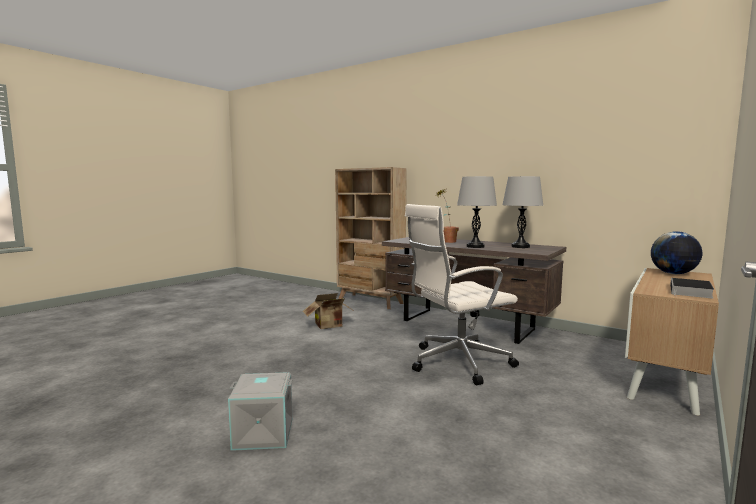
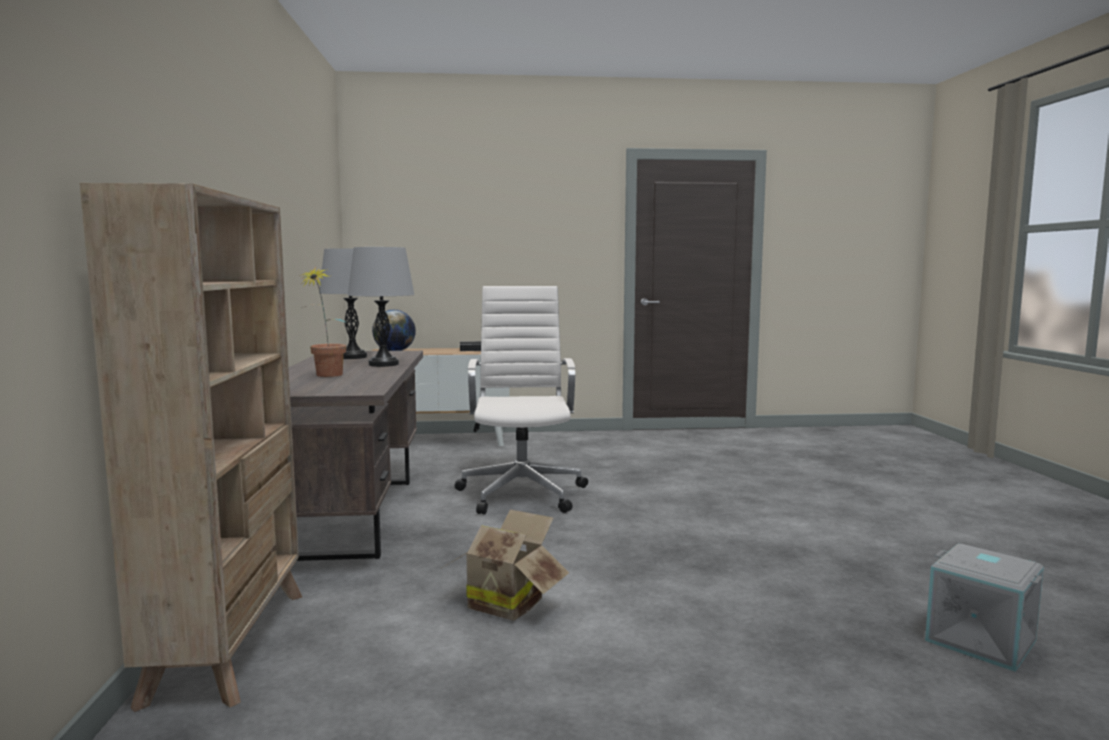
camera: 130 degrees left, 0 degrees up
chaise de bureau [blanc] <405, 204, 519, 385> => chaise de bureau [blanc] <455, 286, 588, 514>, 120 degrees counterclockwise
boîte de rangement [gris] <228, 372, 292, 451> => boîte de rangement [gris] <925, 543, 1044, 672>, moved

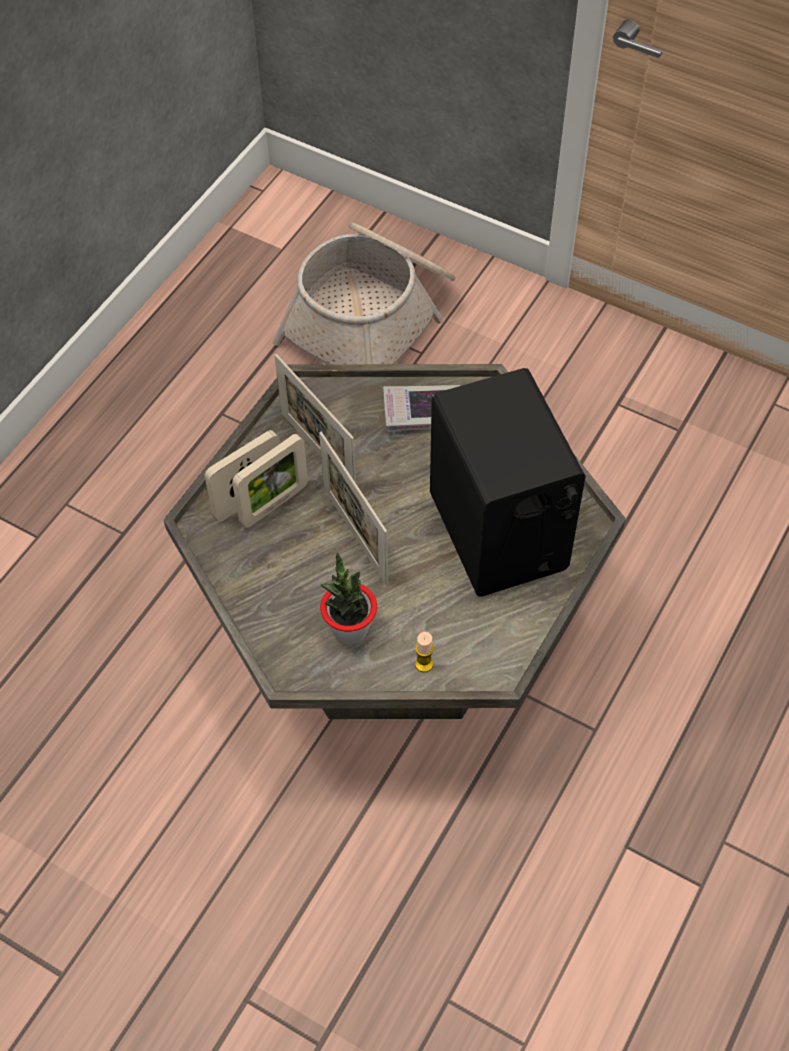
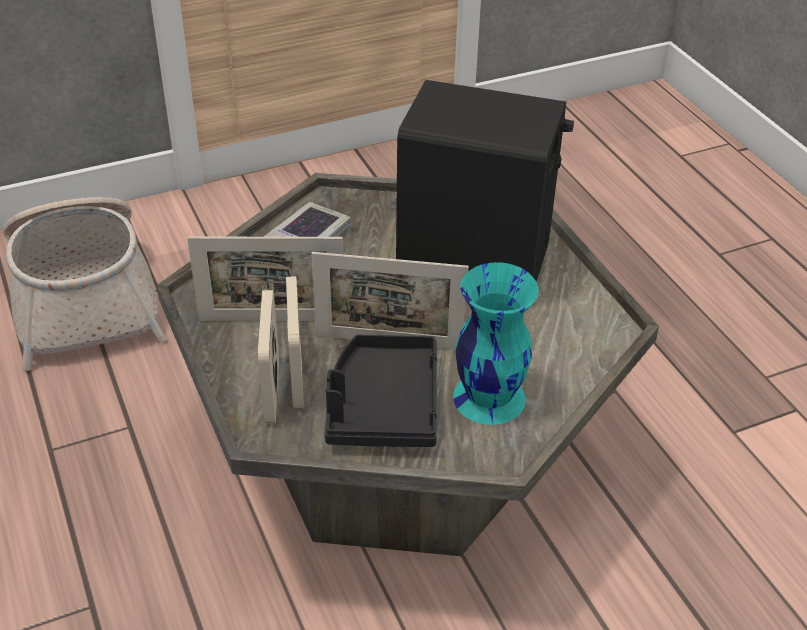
camera: 55 degrees left, 15 degrees down
nothing => plateau [noir] <325, 335, 437, 447>
plante en pot <320, 552, 377, 645> => vase [turquoise] <453, 262, 539, 425>
bougie <415, 632, 434, 672> => nothing

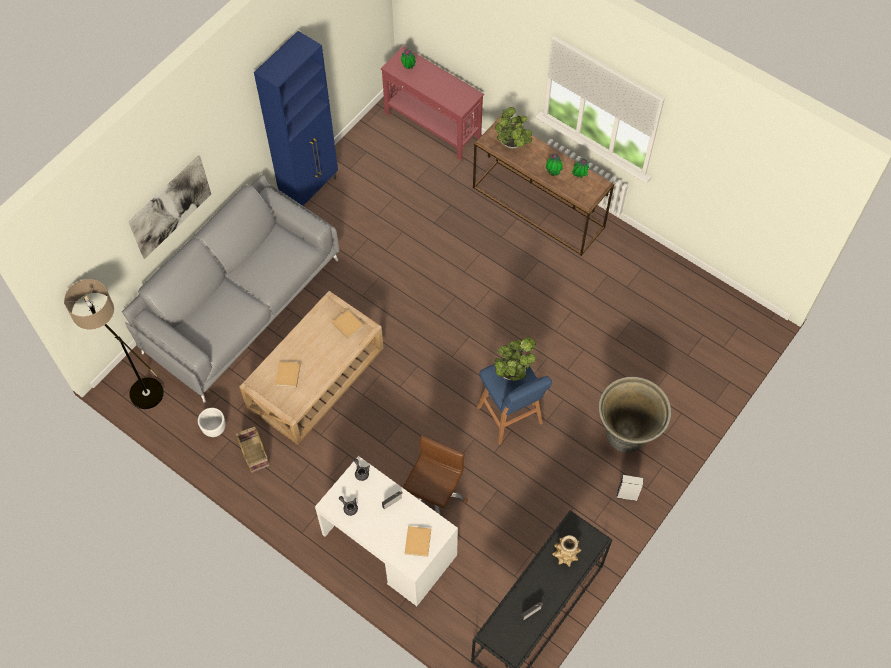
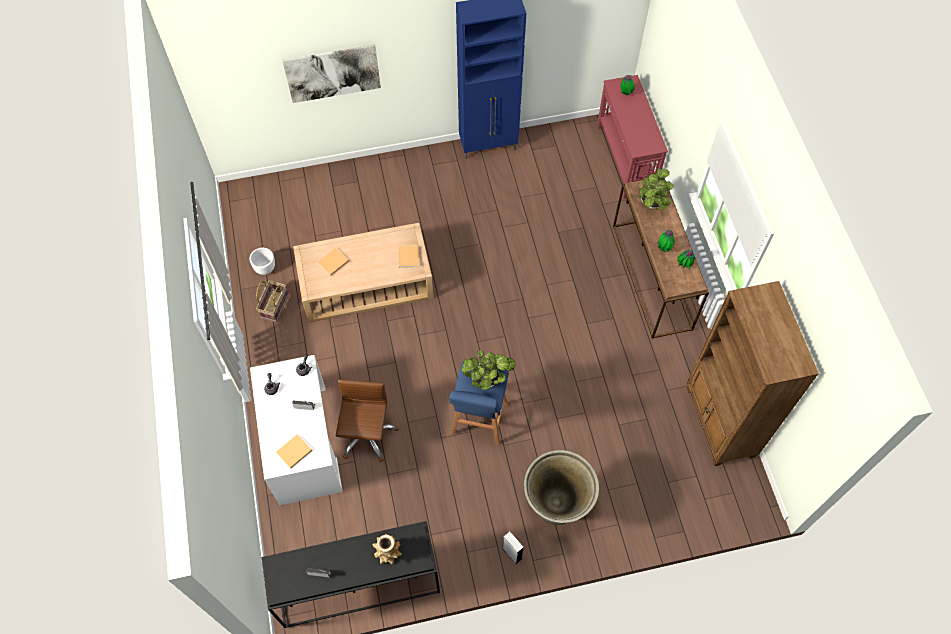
camera: 40 degrees right, 0 degrees up
chaise de bureau [marron] <402, 435, 467, 515> => chaise de bureau [marron] <336, 379, 399, 462>, 60 degrees counterclockwise
nothing => bibliothèque [marron] <687, 281, 819, 466>
lampadaire <64, 279, 164, 409> => nothing
canapé [gris] <122, 175, 339, 402> => nothing

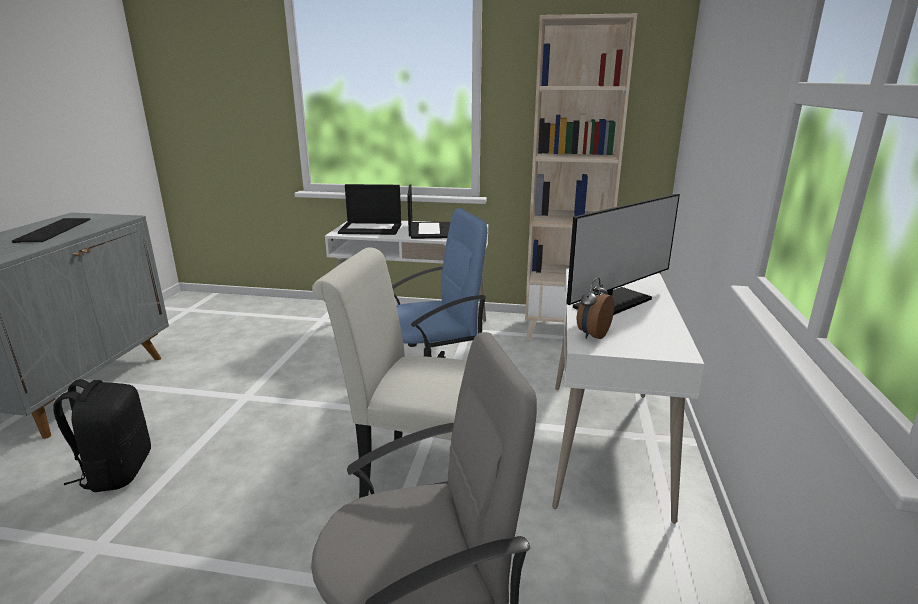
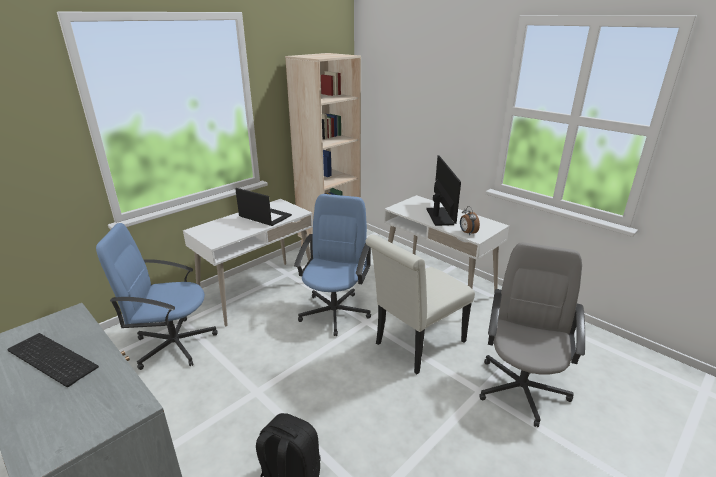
camera: 55 degrees left, 5 degrees up
nothing => chaise de bureau [bleu] <96, 223, 218, 370>
ordinateur portable <338, 184, 402, 235> => nothing

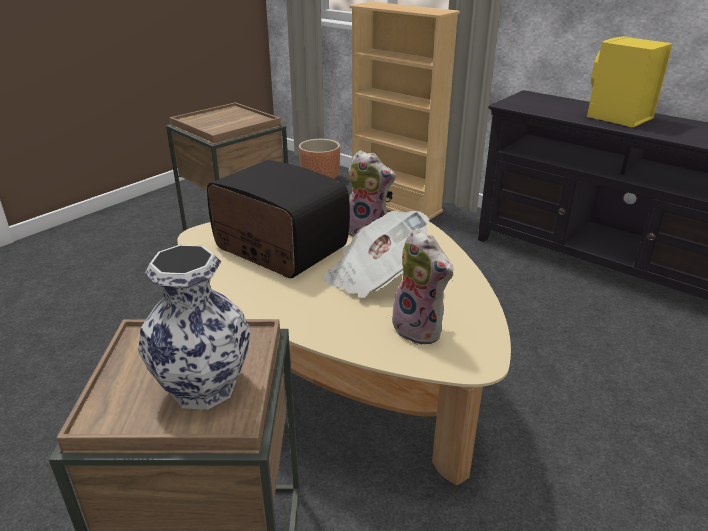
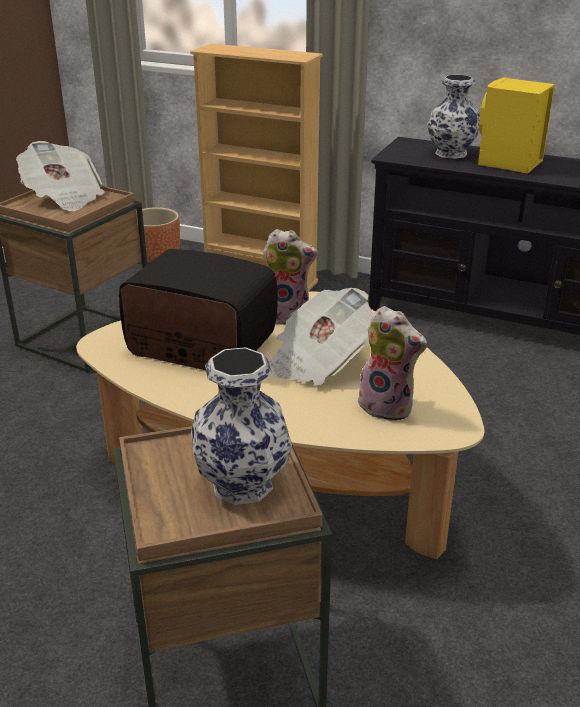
camera: 15 degrees left, 0 degrees up
nothing => journal <16, 141, 105, 211>
nothing => vase <428, 74, 480, 159>

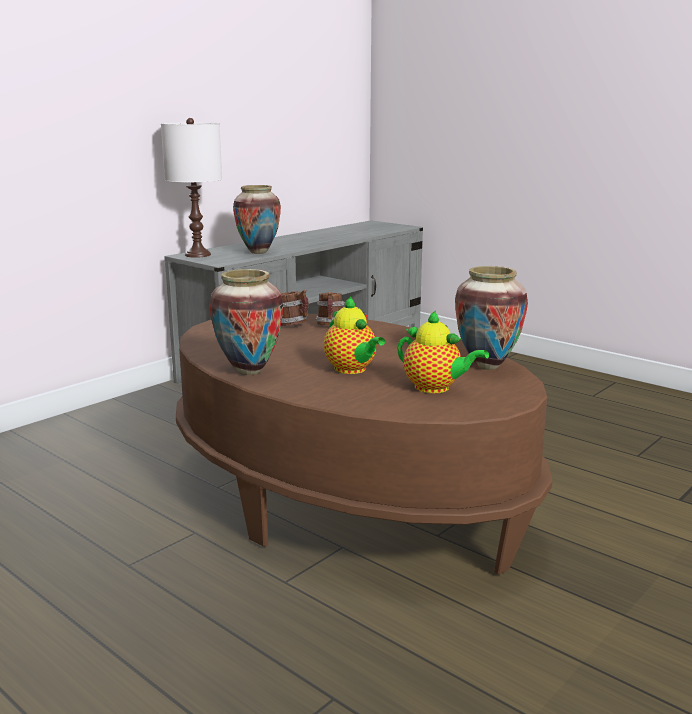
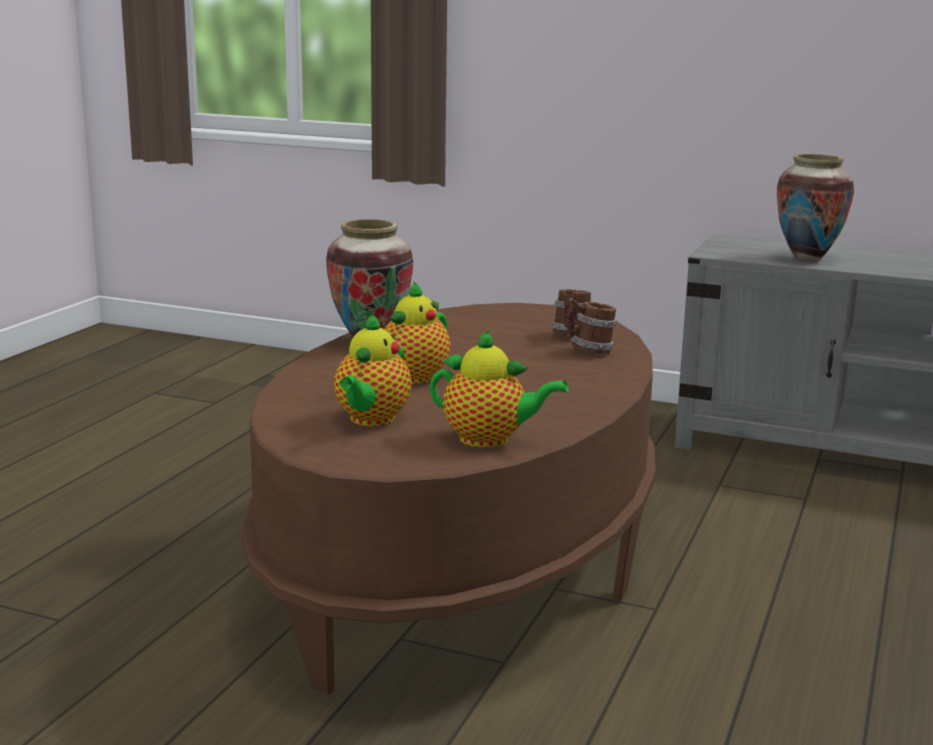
camera: 70 degrees right, 0 degrees up
vase <455, 266, 528, 370> => théière <430, 330, 569, 448>
lampe de table [blanc] <161, 118, 222, 258> => nothing

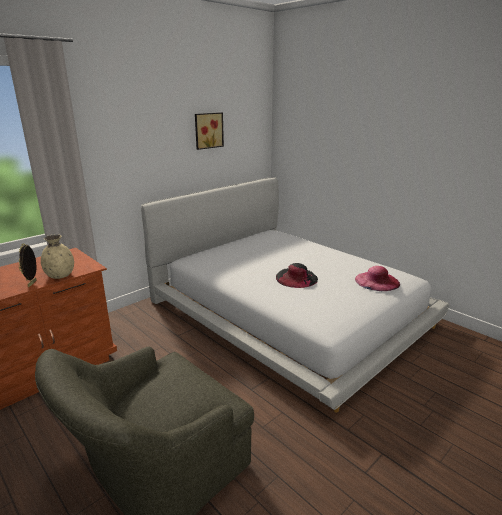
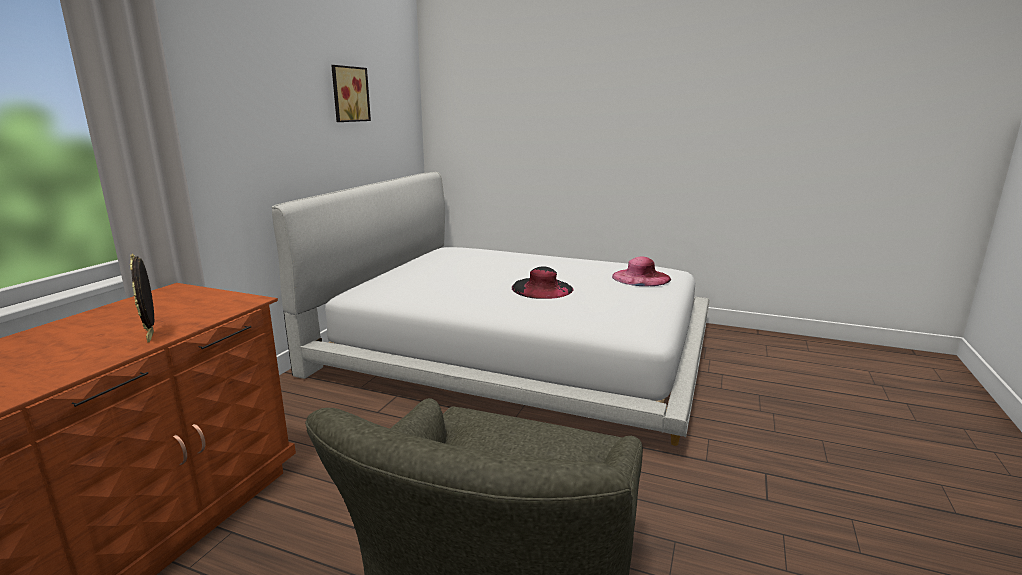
camera: 25 degrees left, 5 degrees down
vase [beige] <41, 234, 74, 279> => nothing

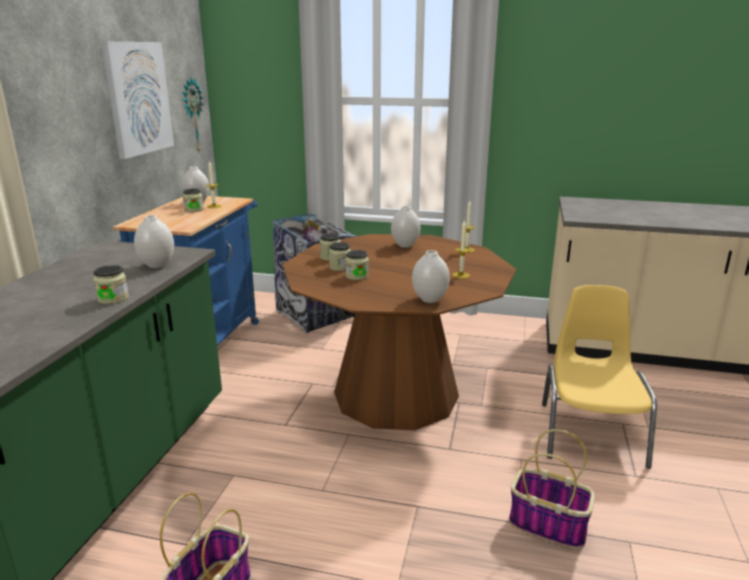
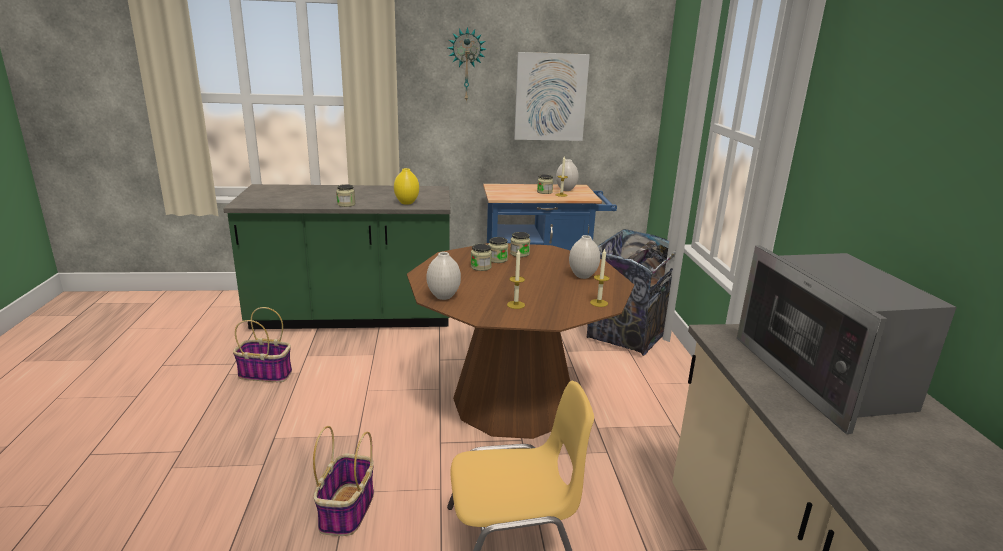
camera: 70 degrees right, 0 degrees up
vase [blanc] <134, 215, 174, 268> => vase [jaune] <394, 168, 419, 205>
horloge murale <182, 77, 204, 152> => horloge murale <448, 27, 487, 102>, moved
nothing => micro-ondes <737, 245, 957, 434>

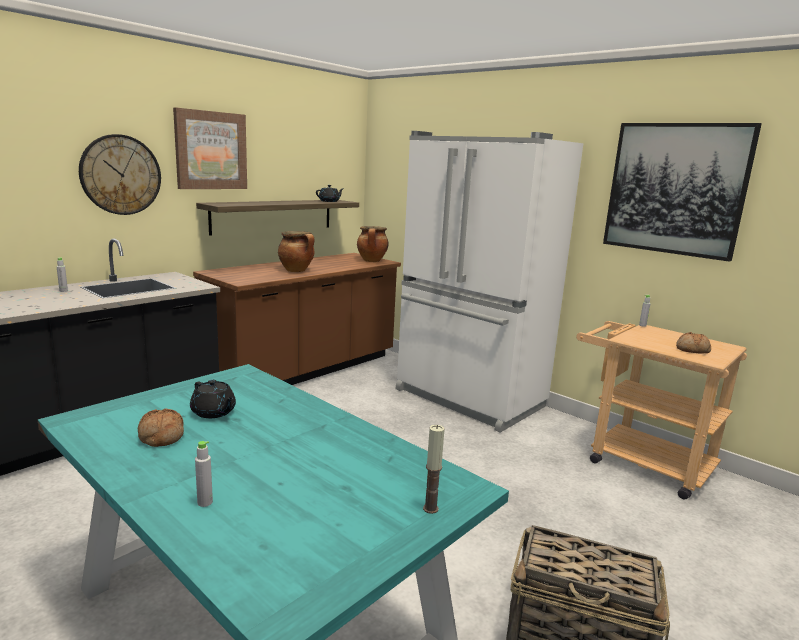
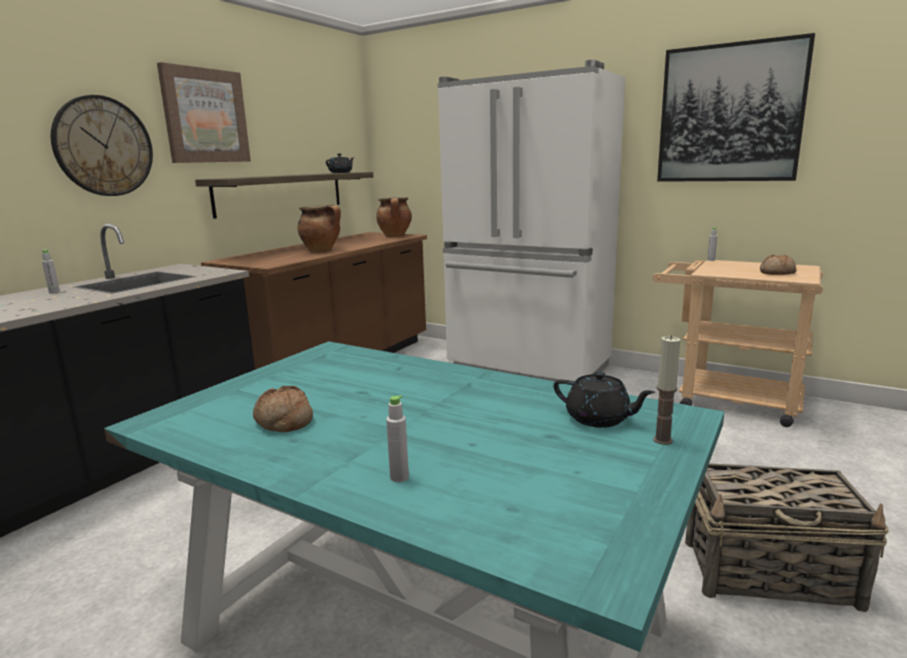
camera: 10 degrees left, 0 degrees up
théière [noir] <190, 380, 236, 418> => théière [noir] <554, 371, 655, 428>, moved

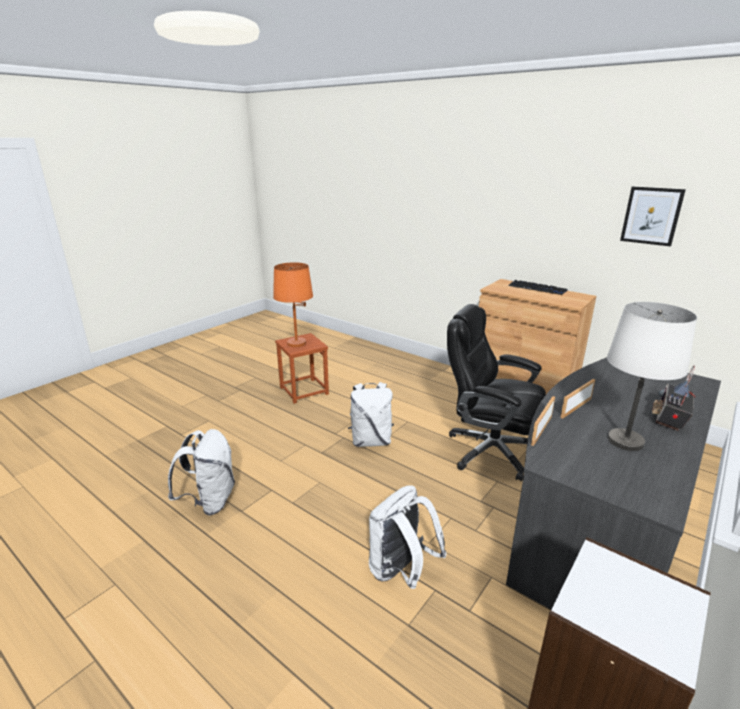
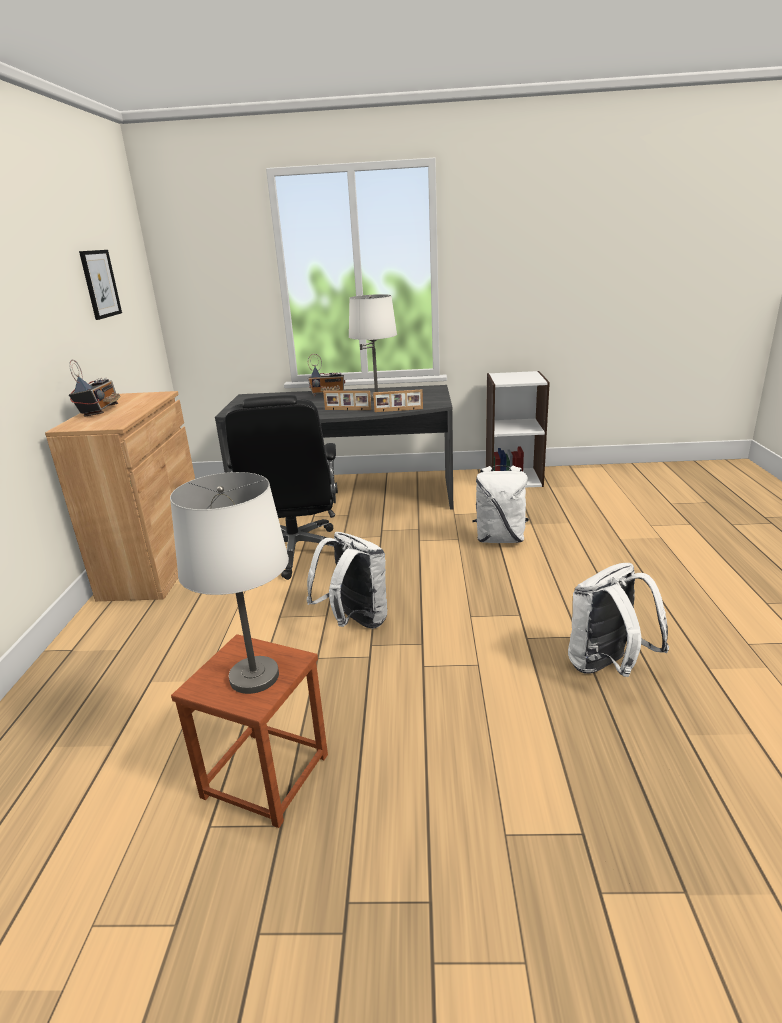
camera: 125 degrees left, 0 degrees up
clavier <508, 280, 568, 295> => radio <69, 360, 120, 417>
lampe de table [orange] <273, 262, 313, 347> => lampe de table [blanc] <170, 472, 289, 694>

